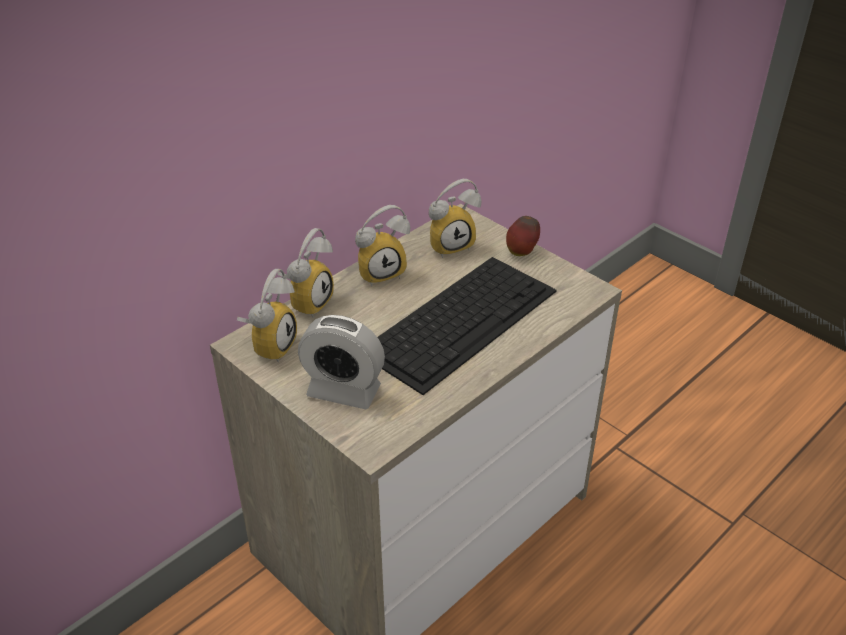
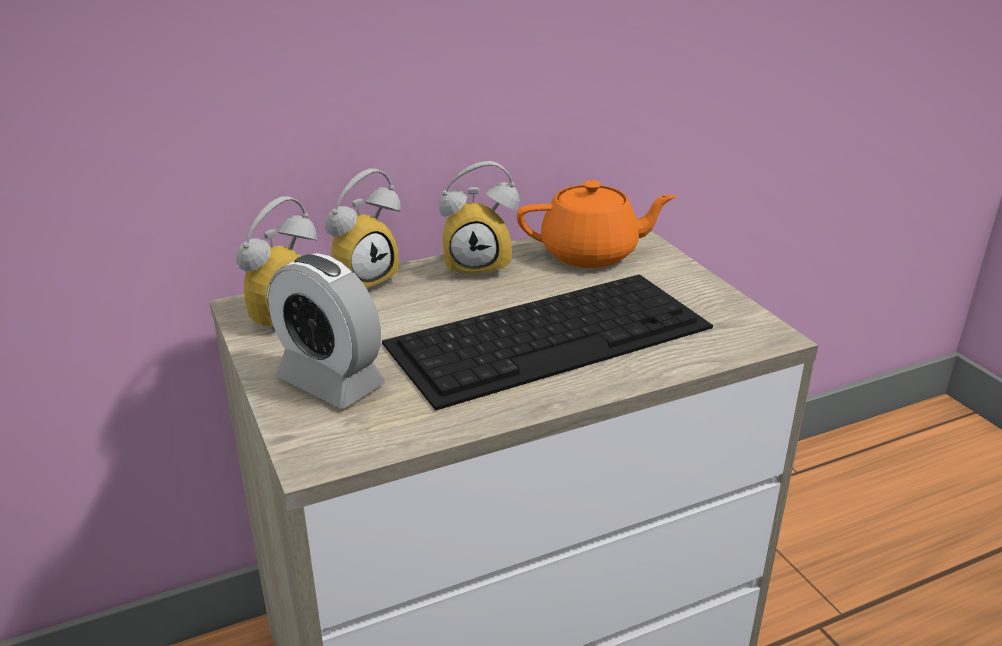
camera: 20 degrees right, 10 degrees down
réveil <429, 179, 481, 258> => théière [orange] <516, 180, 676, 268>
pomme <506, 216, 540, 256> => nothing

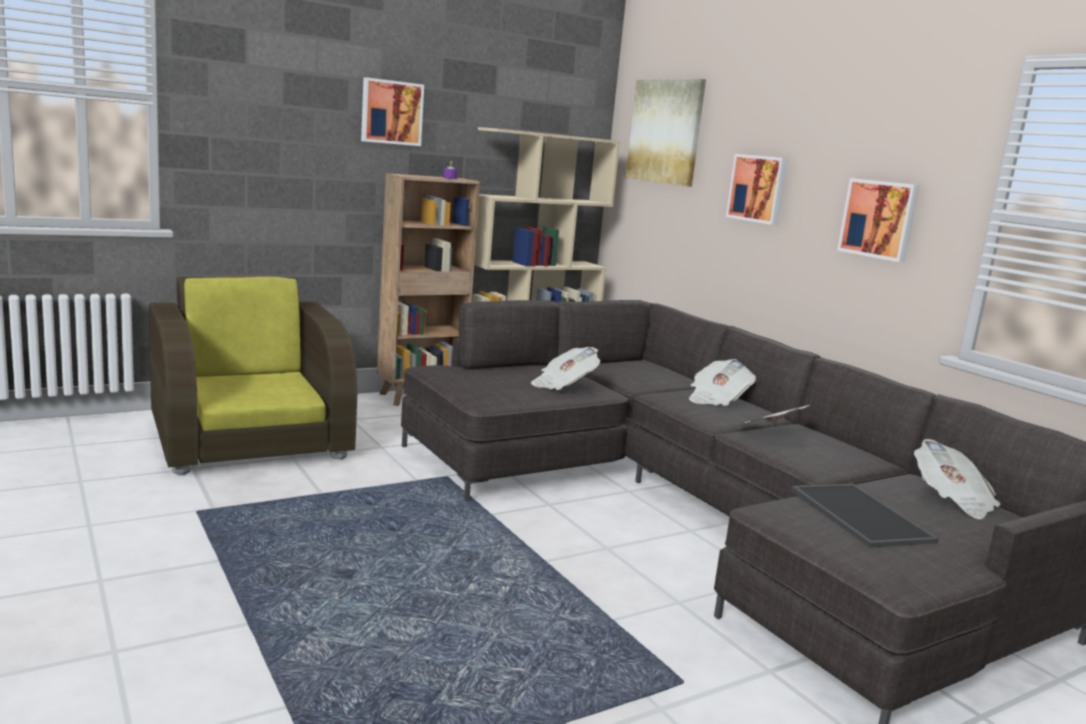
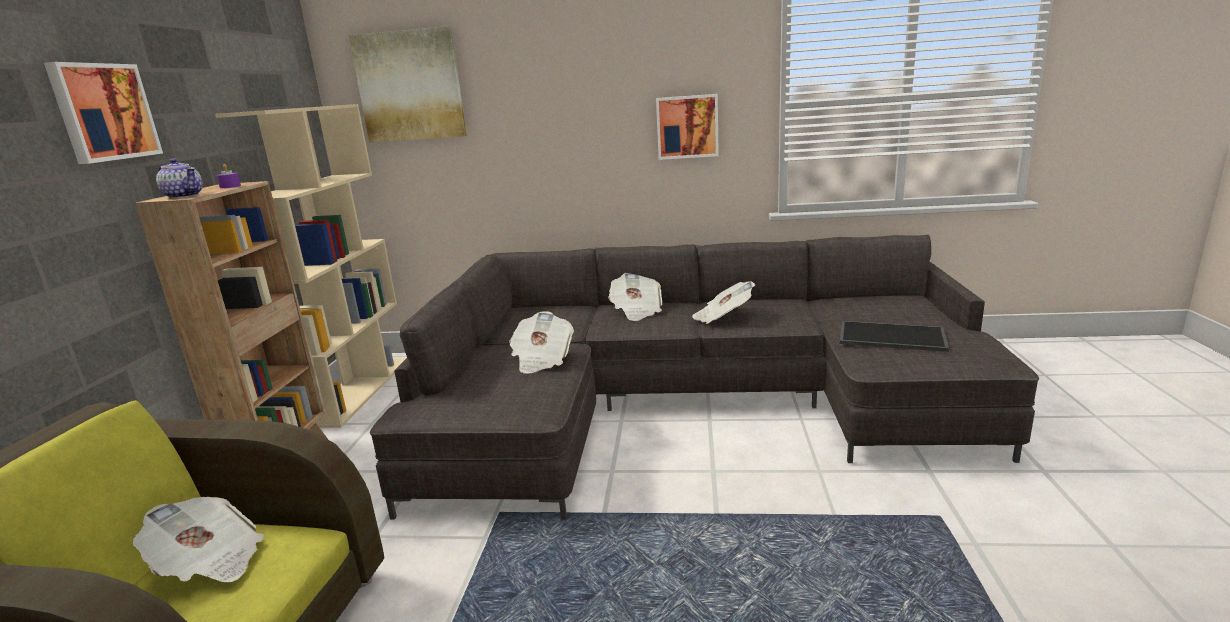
camera: 50 degrees left, 5 degrees up
journal <914, 439, 1001, 520> => journal <133, 497, 264, 583>, moved
nothing => théière <156, 158, 203, 198>
tableau <726, 154, 788, 225> => nothing

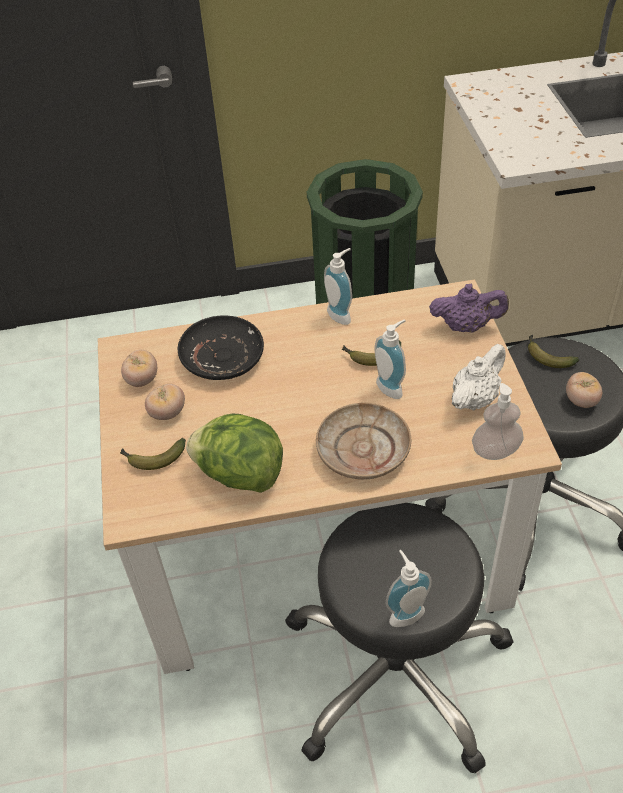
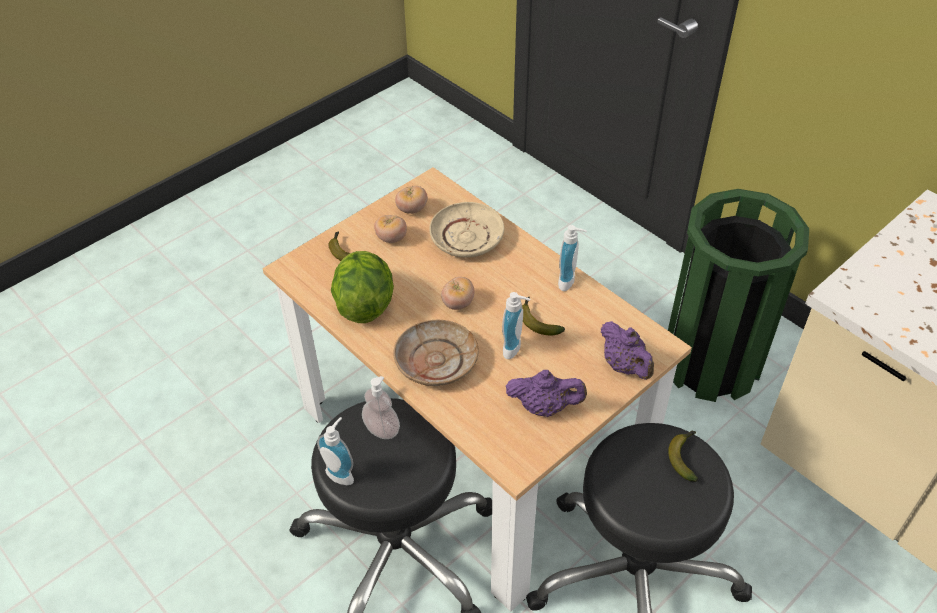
camera: 55 degrees right, 0 degrees up
distributeur de savon <472, 383, 524, 460> => distributeur de savon <362, 376, 400, 439>, moved
assiette [noir] <178, 316, 264, 380> => assiette [beige] <429, 202, 504, 258>
tomate <566, 372, 602, 408> => tomate <441, 277, 475, 310>, moved
théière [blanc] <452, 344, 505, 410> => théière [violet] <506, 370, 587, 417>

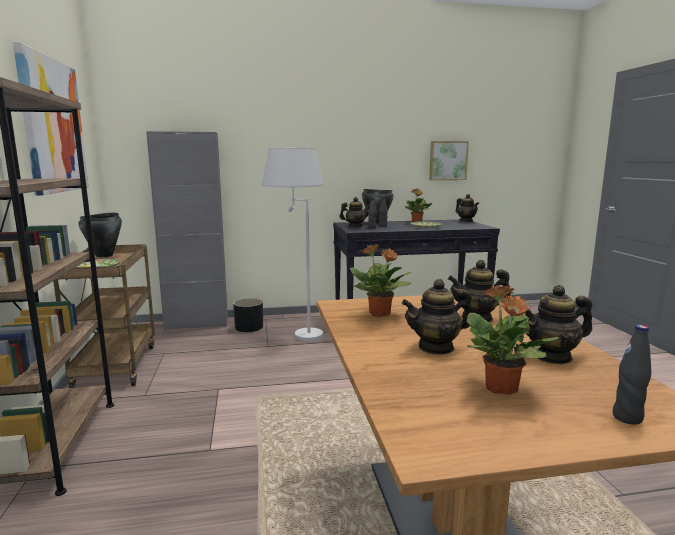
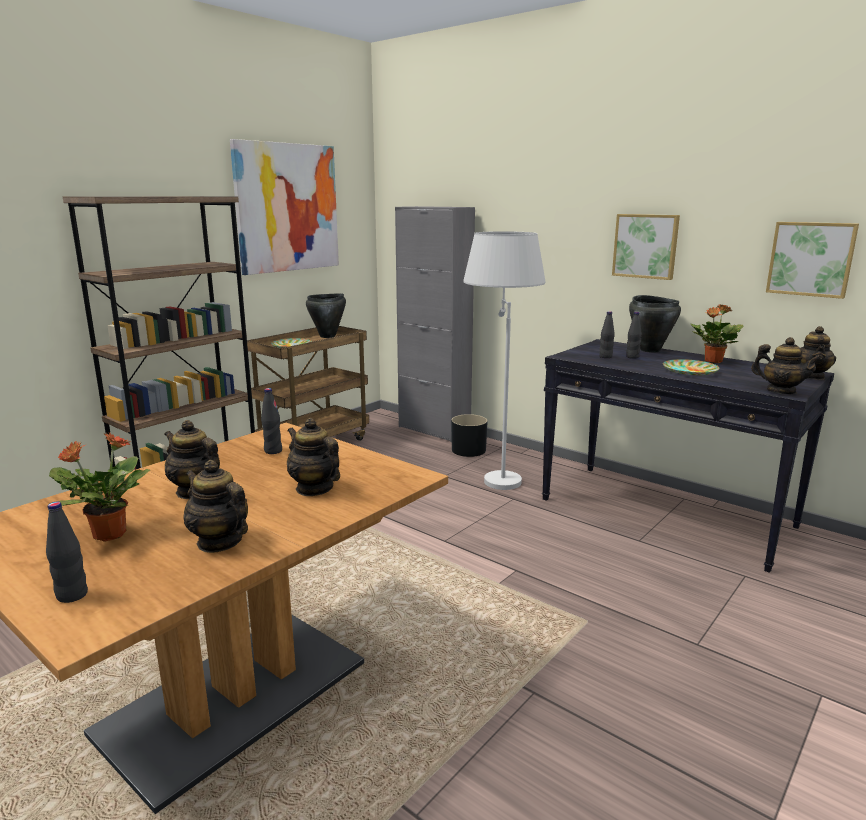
camera: 50 degrees right, 5 degrees up
plante en pot <350, 244, 411, 317> => bouteille [noir] <261, 388, 282, 454>
nothing => tableau <612, 214, 680, 280>
théière <339, 197, 370, 227> => théière <751, 337, 822, 394>, moved

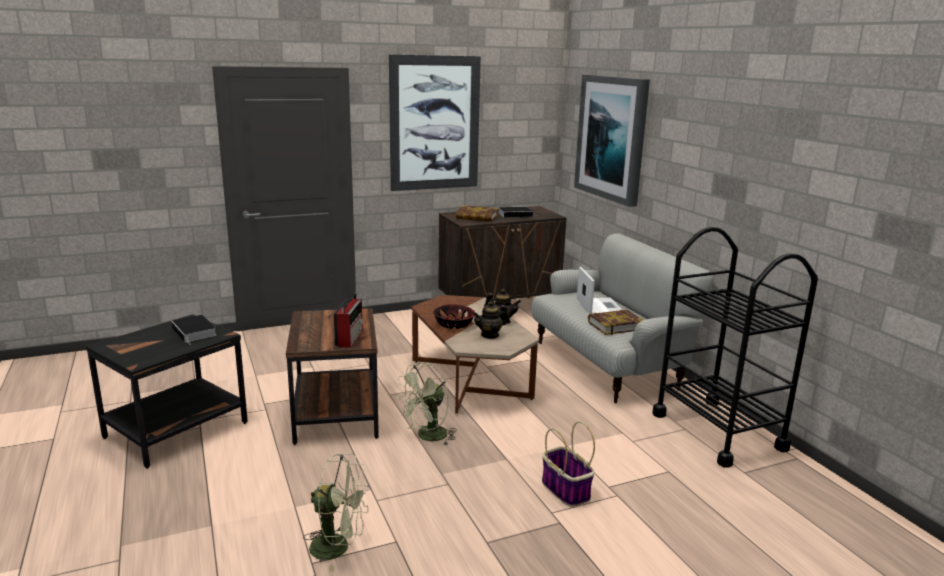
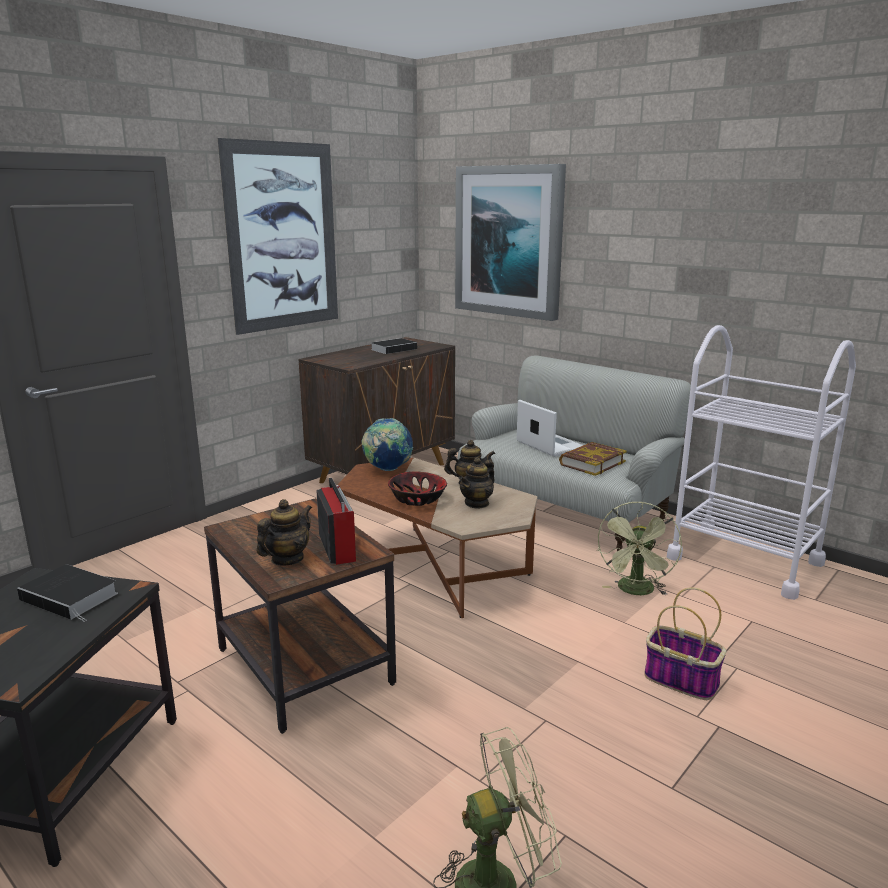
camera: 25 degrees left, 0 degrees up
nothing => théière <257, 499, 312, 566>
nothing => globe <362, 418, 413, 471>
ventilateur [vert] <396, 362, 456, 445> => ventilateur [vert] <597, 502, 682, 595>, moved
chariot [noir] <652, 227, 818, 468> => chariot [blanc] <667, 325, 856, 600>
livre <456, 205, 498, 222> => nothing

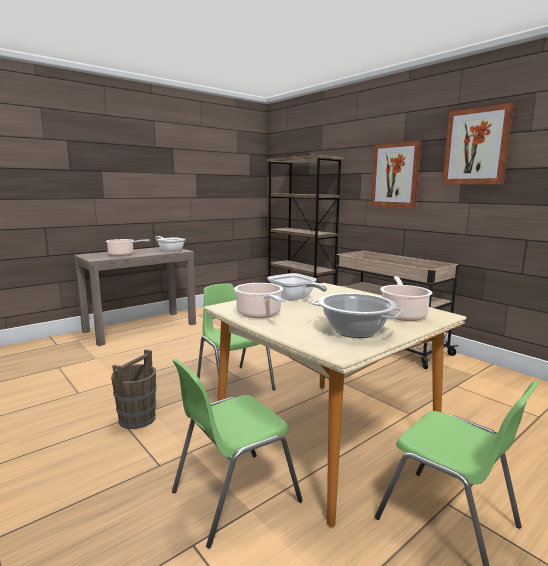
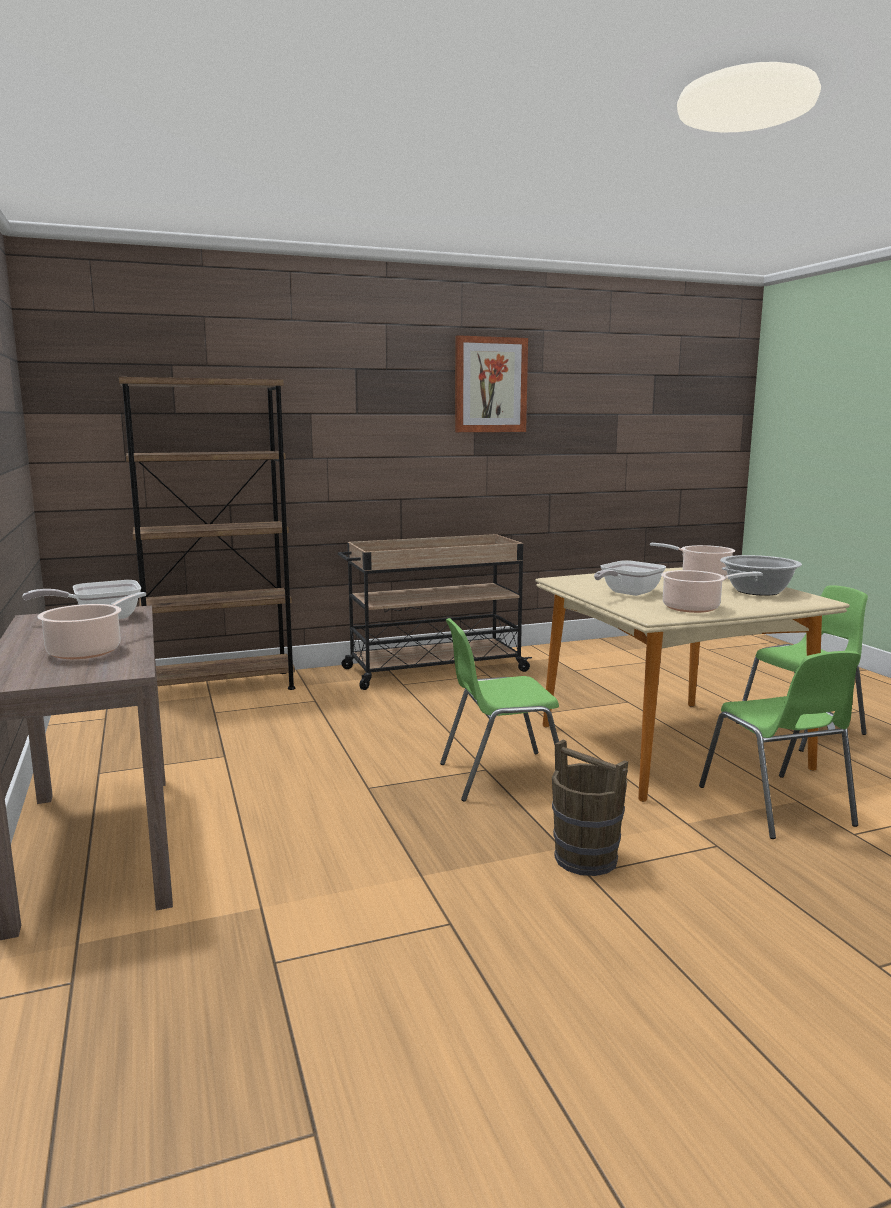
camera: 70 degrees left, 0 degrees up
poêle <267, 273, 327, 301> => poêle <594, 560, 666, 596>, 150 degrees clockwise
tableau <371, 140, 421, 208> => nothing

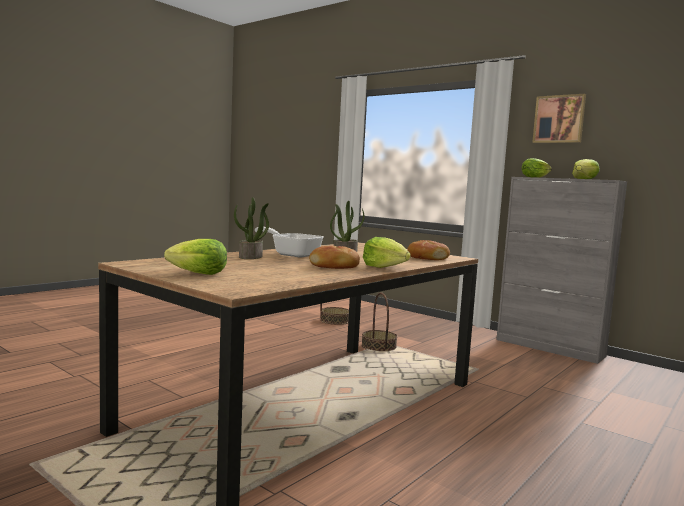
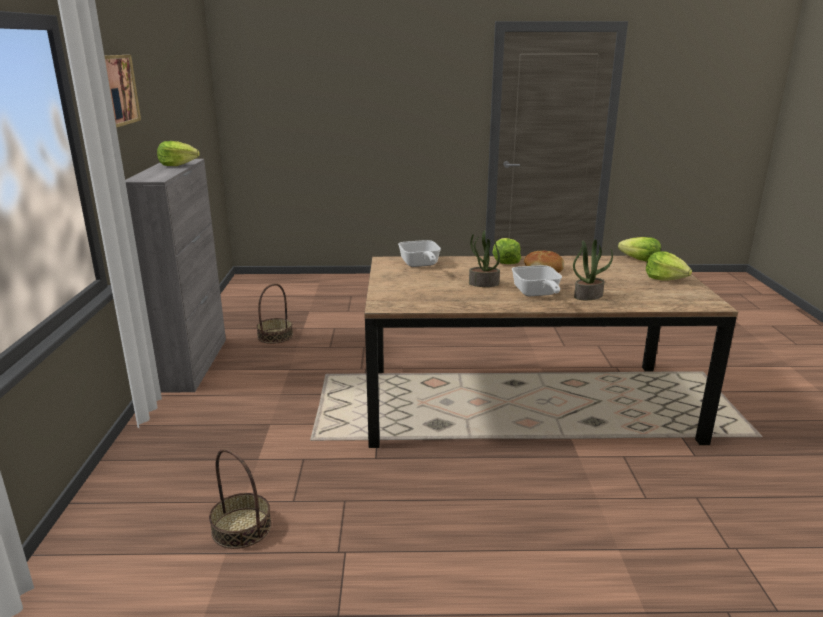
camera: 130 degrees left, 15 degrees up
panier <361, 292, 397, 351> => panier <256, 283, 293, 344>, moved
pain <407, 240, 450, 260> => poêle <398, 240, 441, 267>
laitue <521, 158, 552, 178> => laitue <618, 237, 661, 262>, moved

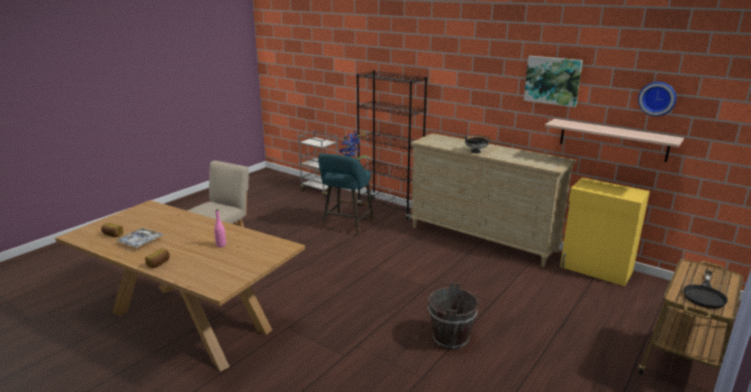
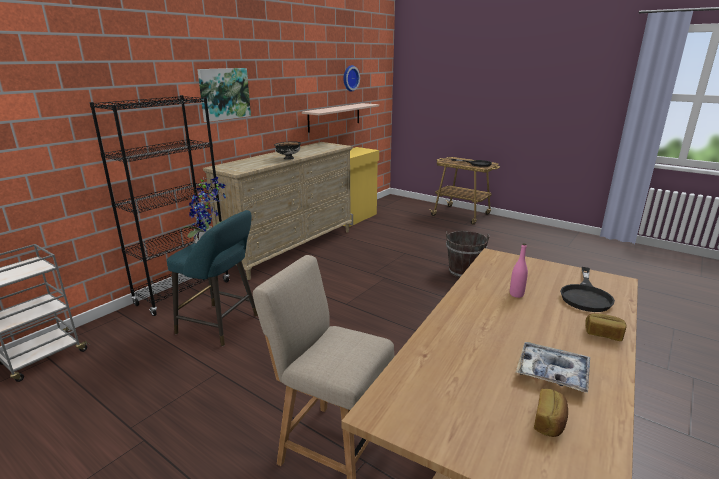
camera: 90 degrees left, 0 degrees up
tableau <524, 56, 583, 107> => tableau <197, 68, 251, 122>, moved
nothing => poêle [noir] <560, 267, 615, 312>

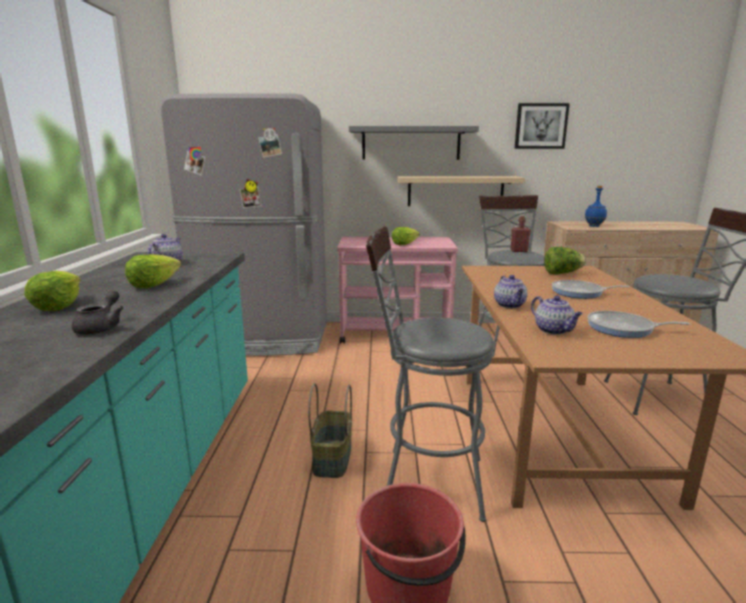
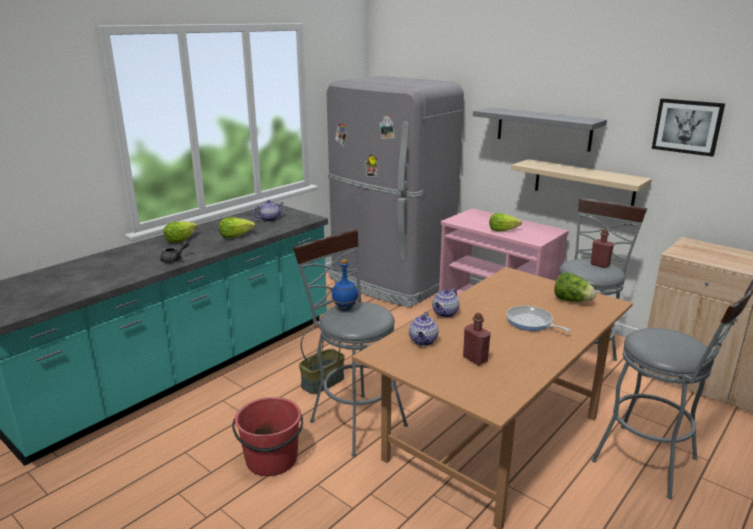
camera: 40 degrees right, 5 degrees up
bouteille [bleu] <585, 186, 607, 227> => bouteille [bleu] <332, 259, 358, 311>, moved
poêle <587, 311, 690, 338> => bouteille [rouge] <463, 313, 491, 365>

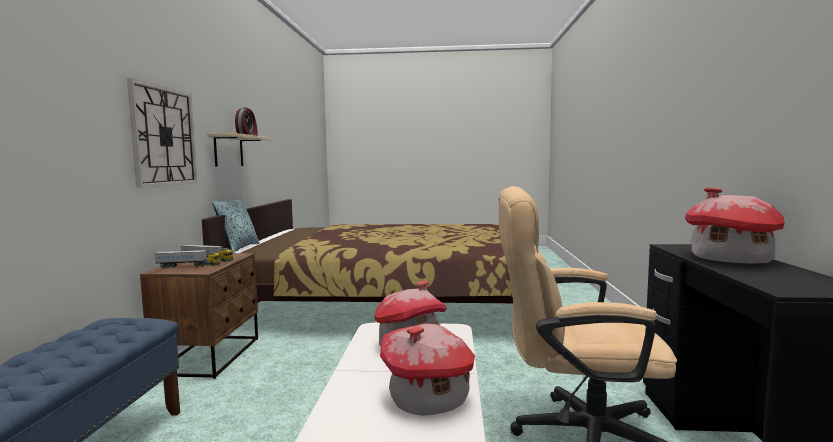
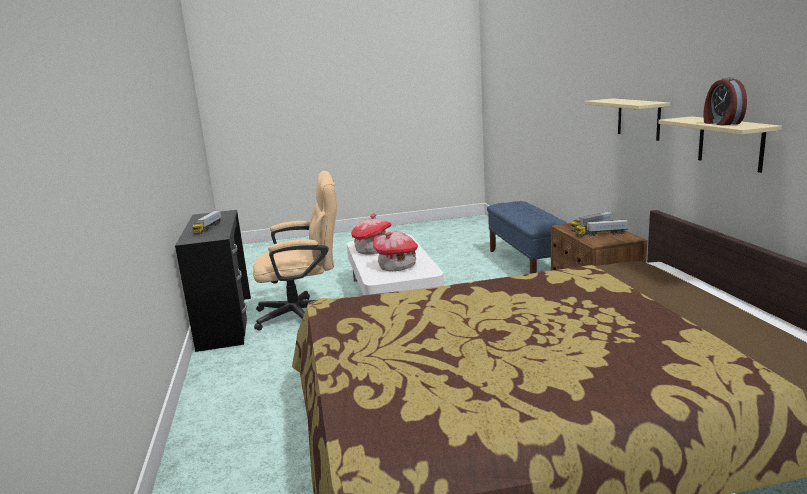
camera: 165 degrees right, 10 degrees up
maison miniature <685, 187, 785, 263> => camion jouet <192, 211, 221, 234>
horloge murale <127, 78, 198, 188> => étagère [beige] <585, 98, 670, 141>
coussin <212, 197, 260, 253> => nothing

